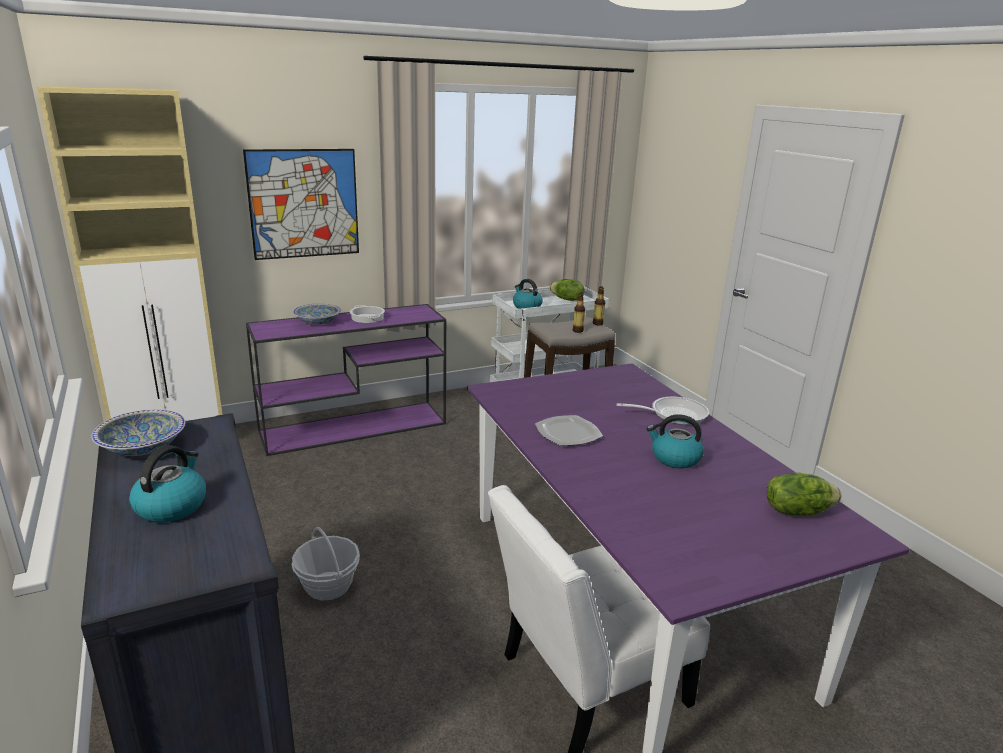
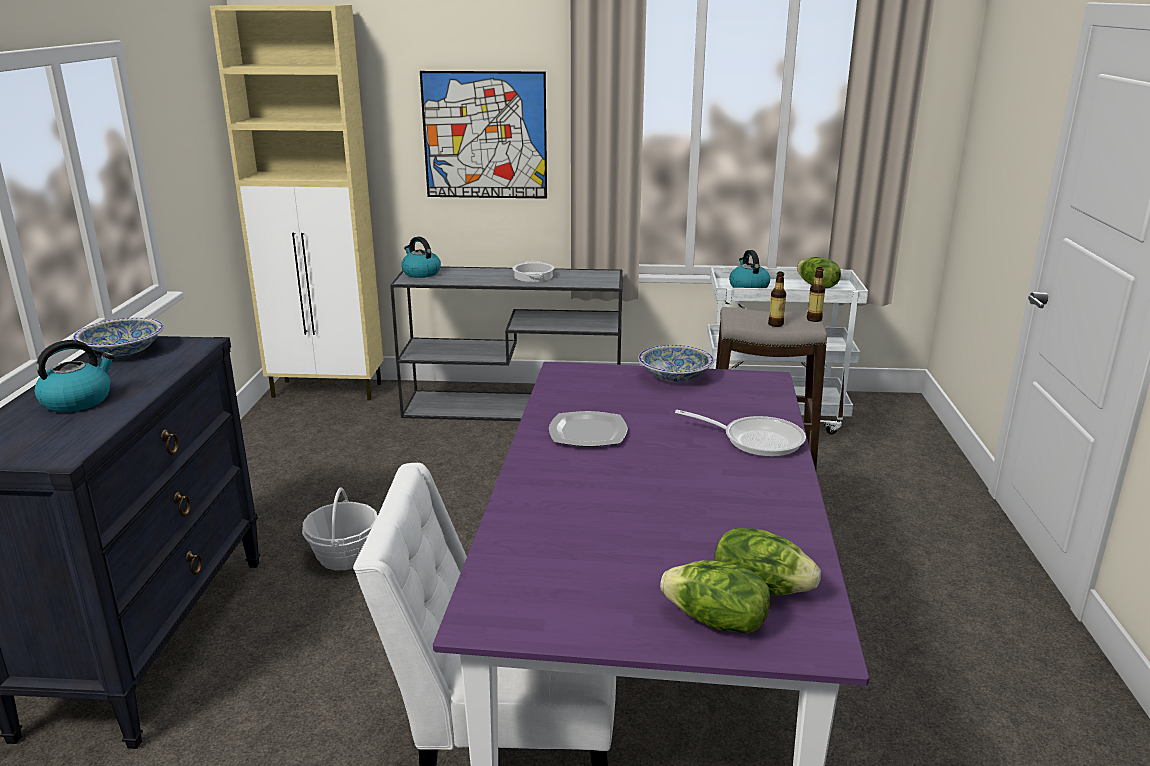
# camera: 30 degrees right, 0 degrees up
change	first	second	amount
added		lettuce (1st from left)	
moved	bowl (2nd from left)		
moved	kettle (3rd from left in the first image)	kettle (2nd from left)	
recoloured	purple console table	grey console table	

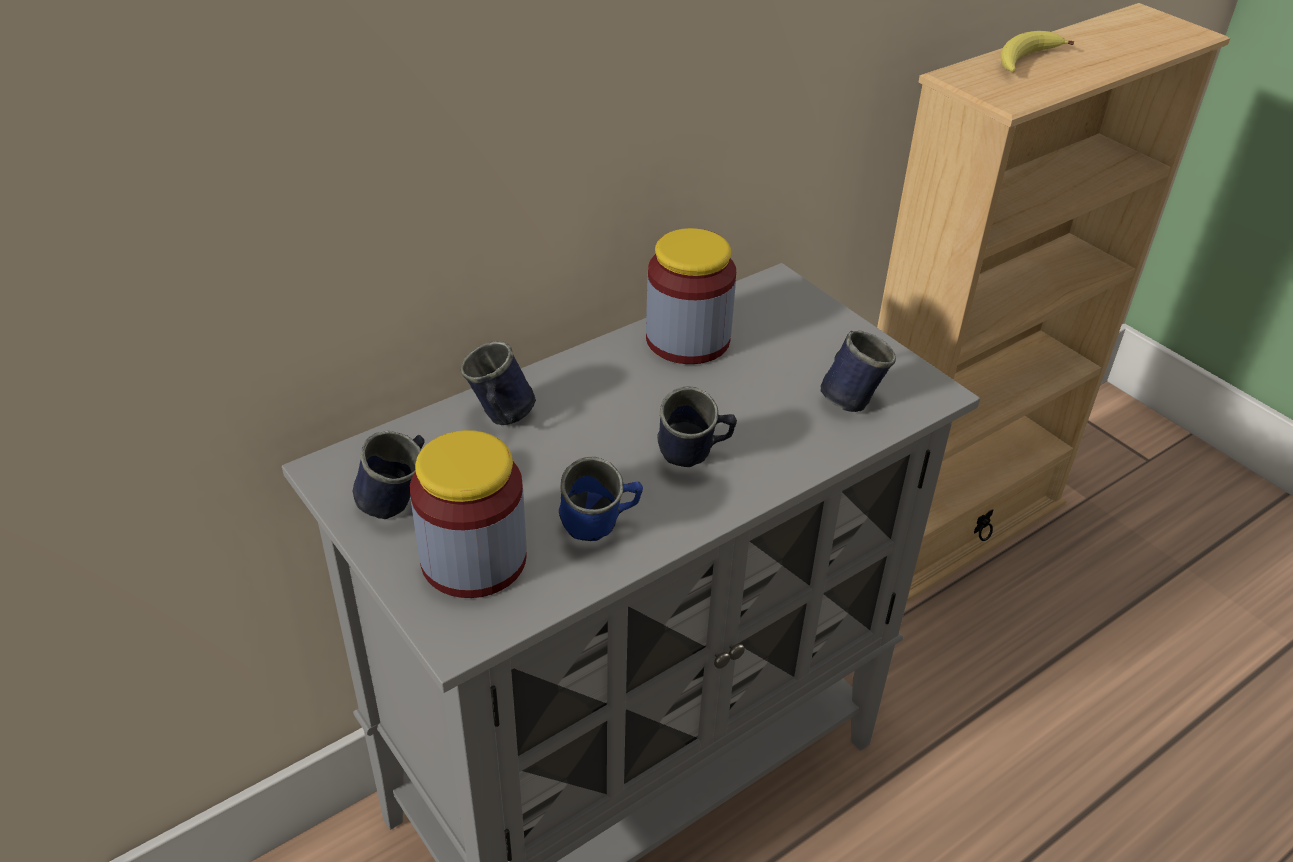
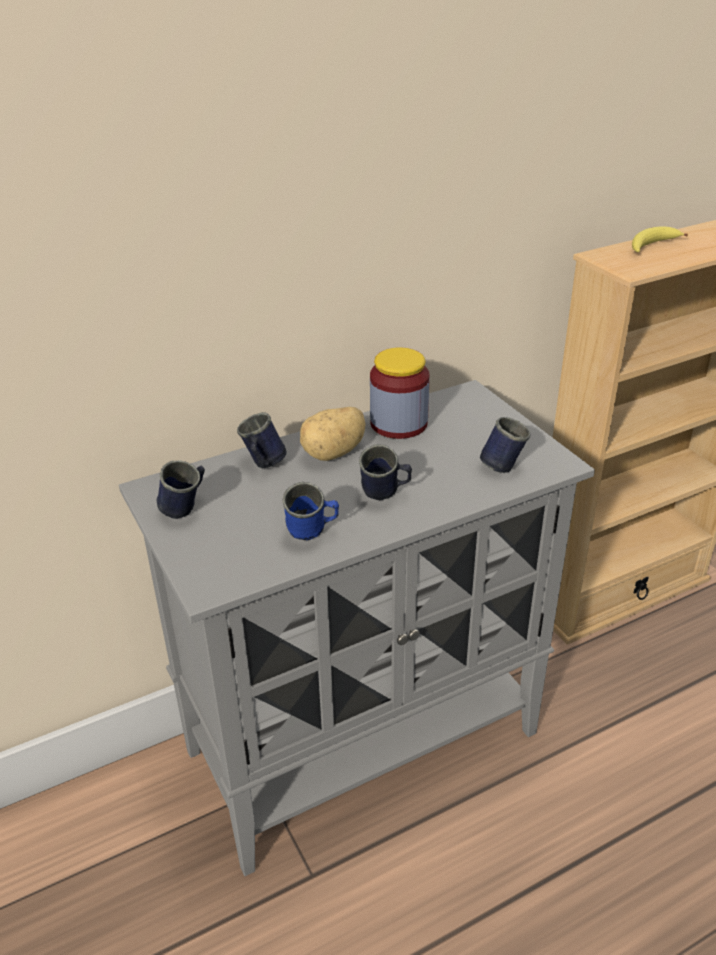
# camera: 10 degrees right, 5 degrees down
change	first	second	amount
removed	jar (1st from left)		
added		potato	

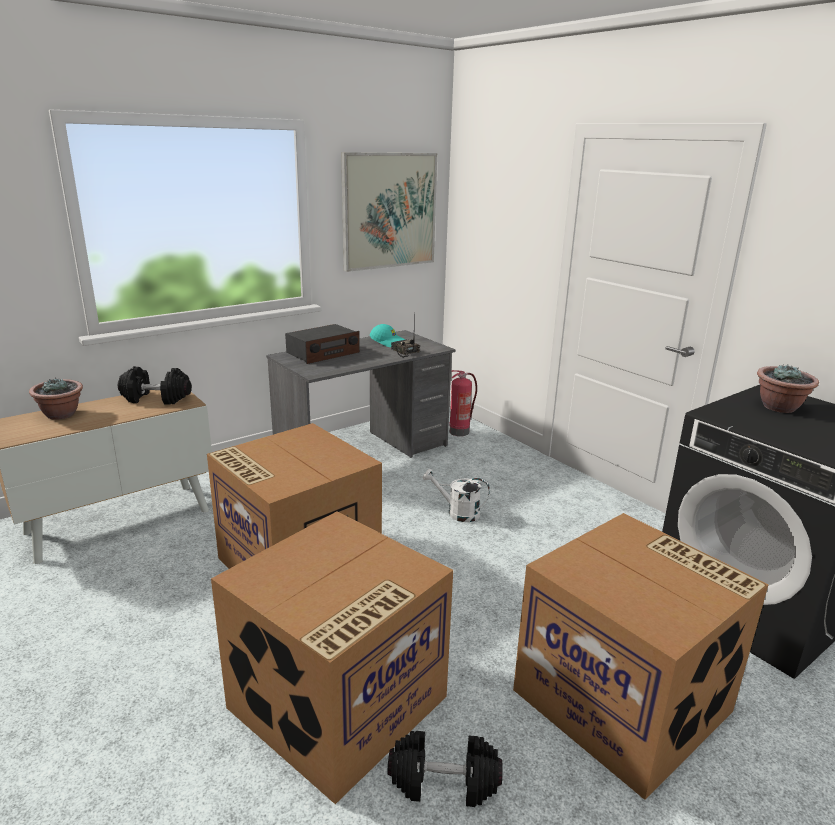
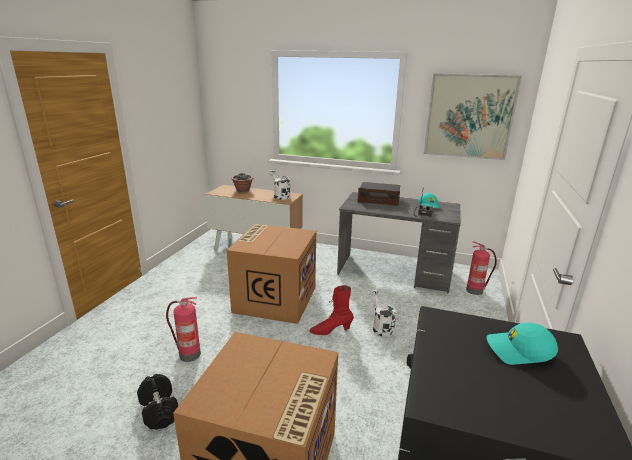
# camera: 55 degrees right, 0 degrees up
change	first	second	amount
added		red boot	
replaced	black dumbbell (1st from left)	white watering can (1st from left)	
replaced	cardboard box (2nd from left)	fire extinguisher (1st from left)	
replaced	potted plant (2nd from left)	turquoise cap (2nd from left)	

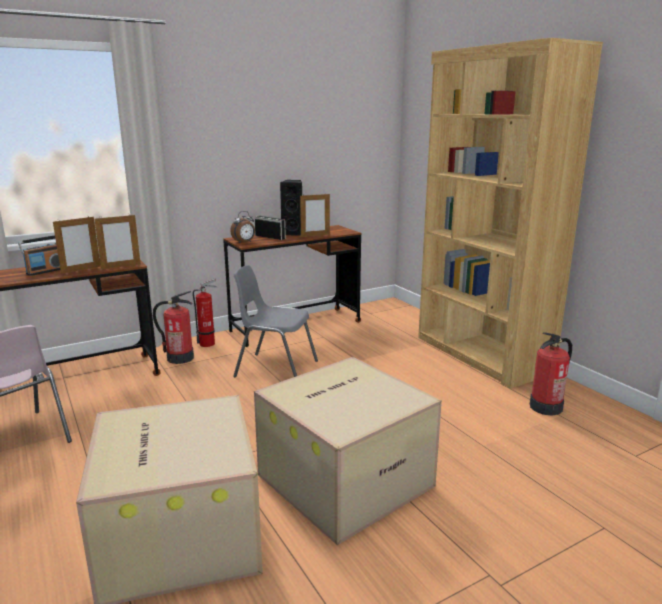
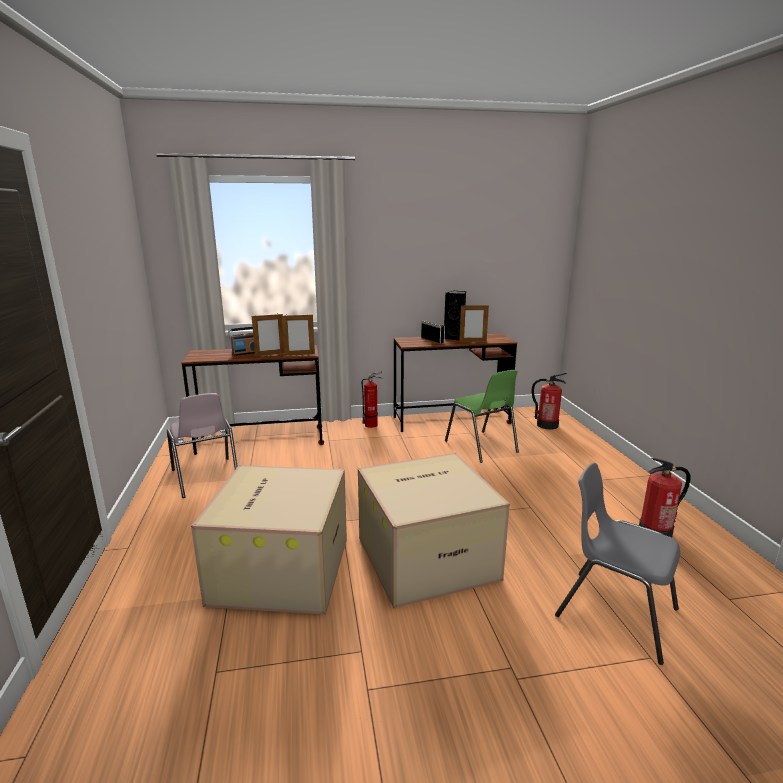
# camera: 20 degrees right, 0 degrees up
change	first	second	amount
removed	alarm clock		
removed	brown bookcase		
added		green chair	
moved	fire extinguisher (1st from left in the first image)	fire extinguisher (2nd from left)	
moved	grey chair		

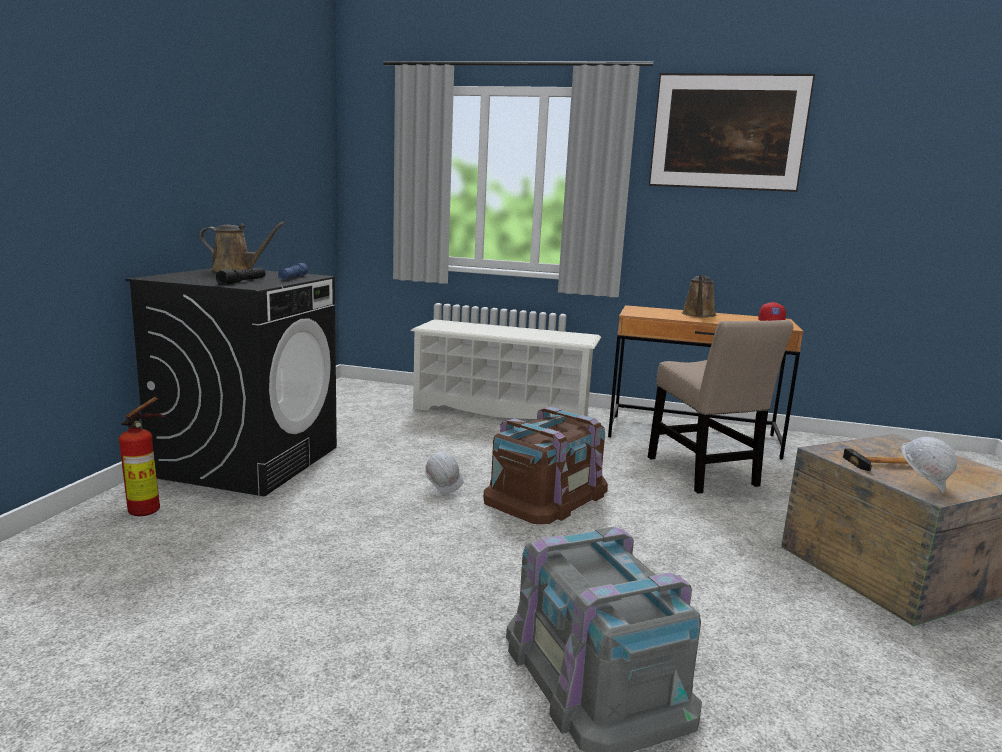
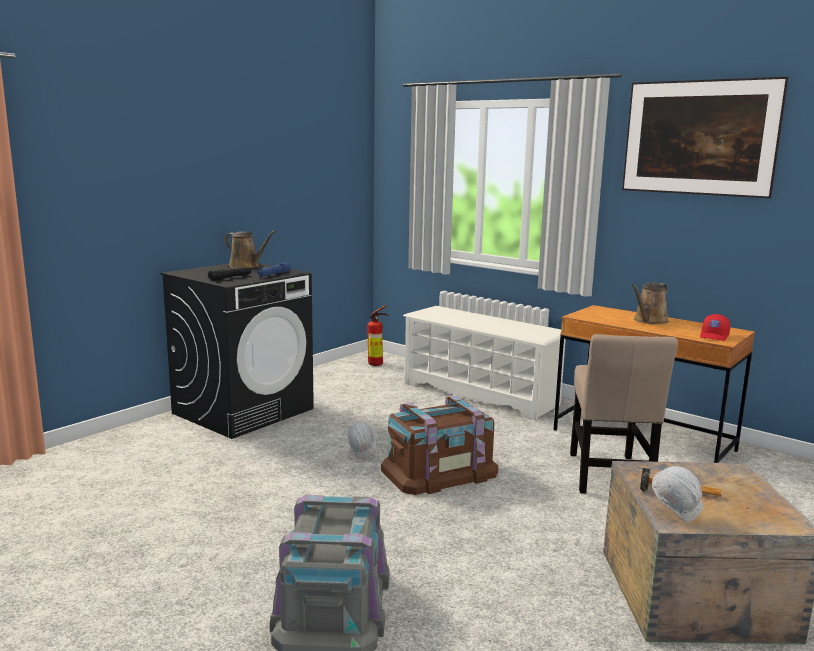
# camera: 25 degrees right, 0 degrees up
change	first	second	amount
moved	fire extinguisher		

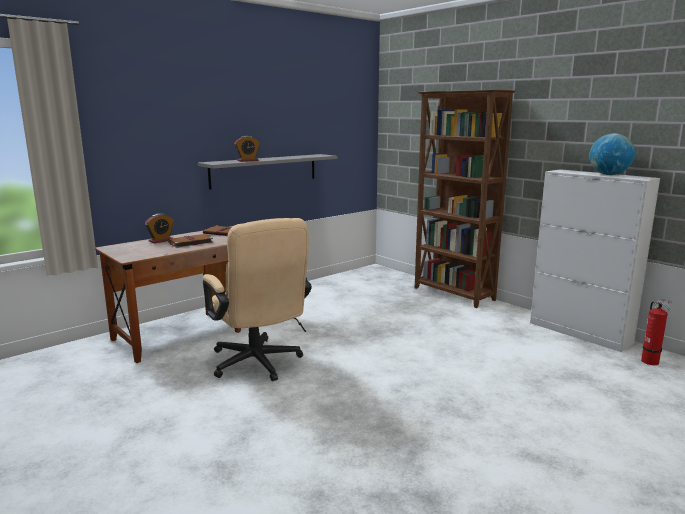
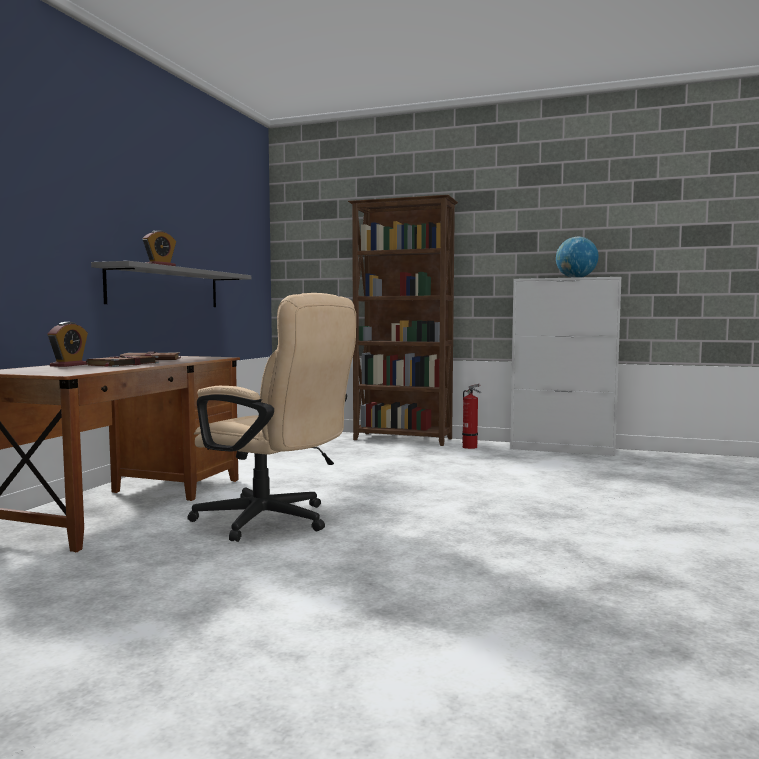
# camera: 30 degrees left, 10 degrees down
change	first	second	amount
moved	fire extinguisher		

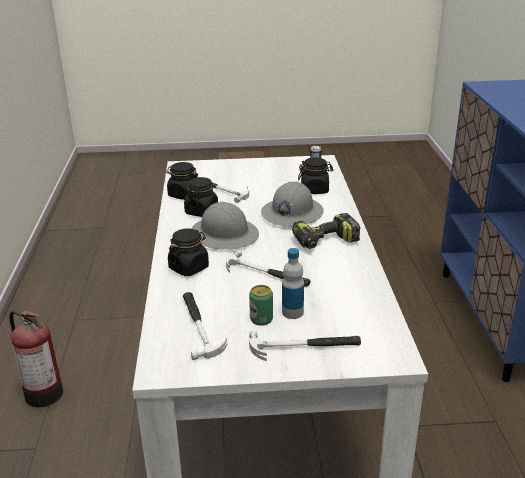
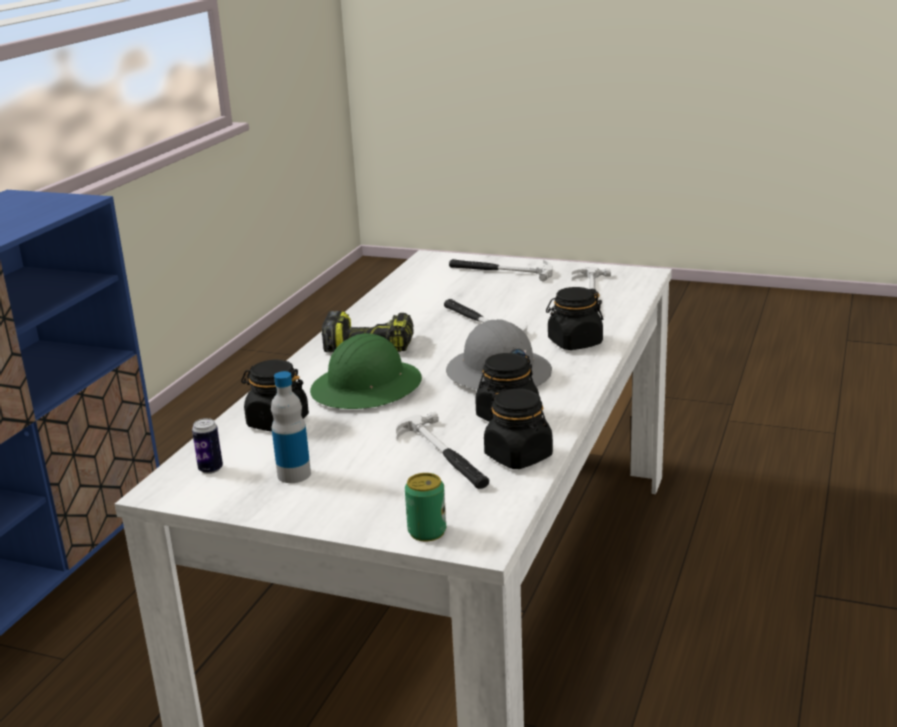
# camera: 155 degrees left, 5 degrees down
change	first	second	amount
removed	fire extinguisher		
moved	can (1st from left in the first image)	can (2nd from left)	
moved	bottle		
recoloured	grey hard hat (2nd from left)	green hard hat	

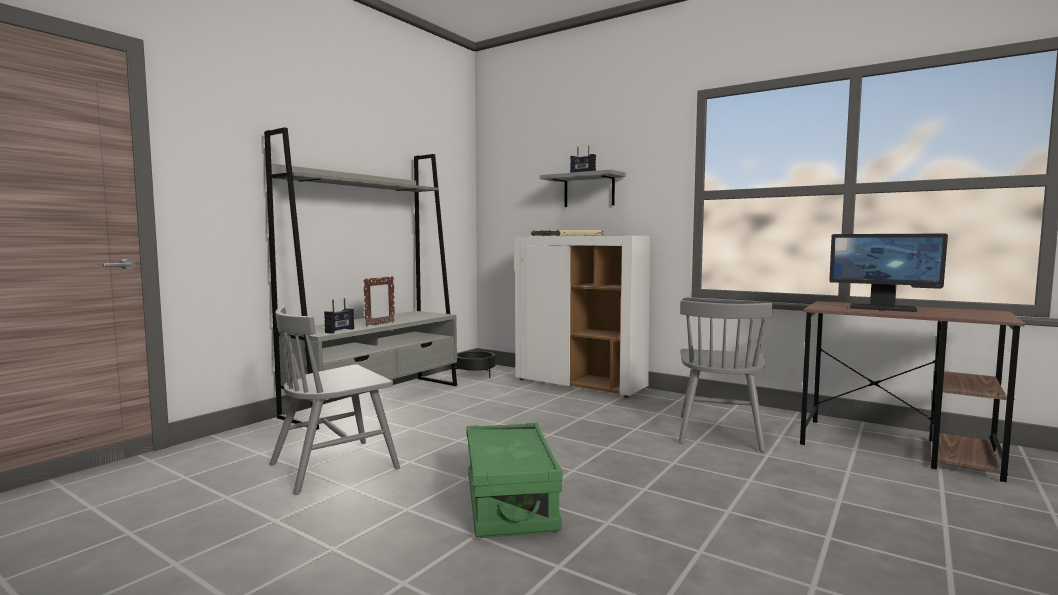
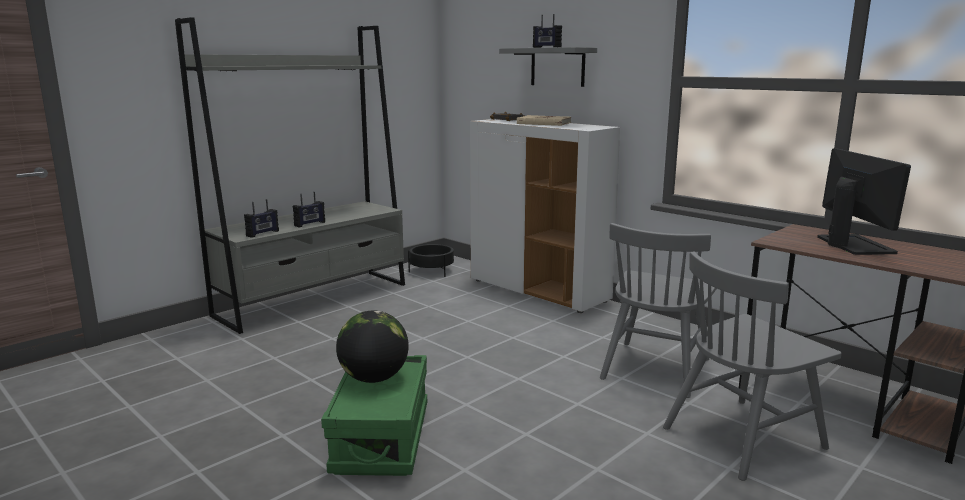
# camera: 10 degrees right, 10 degrees up
change	first	second	amount
added		globe	
moved	grey chair (1st from left in the first image)	grey chair (2nd from left)	
replaced	picture frame	radio (2nd from left)	
turned	monitor		135 degrees counterclockwise

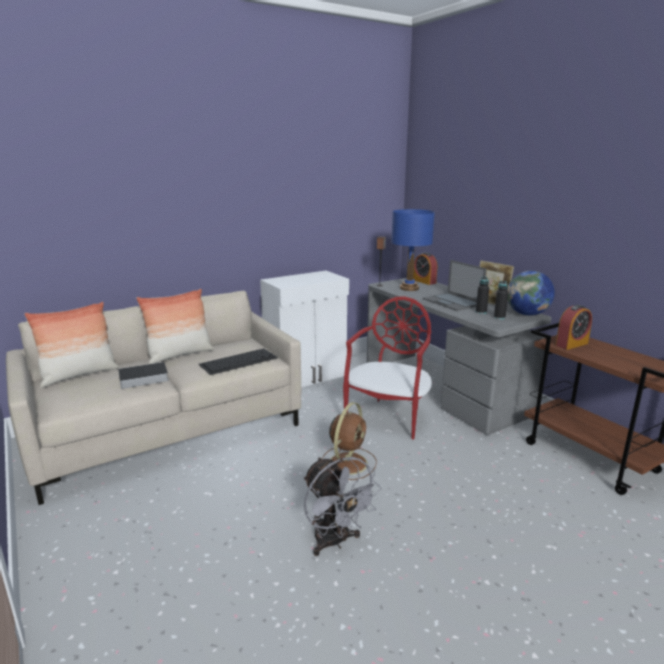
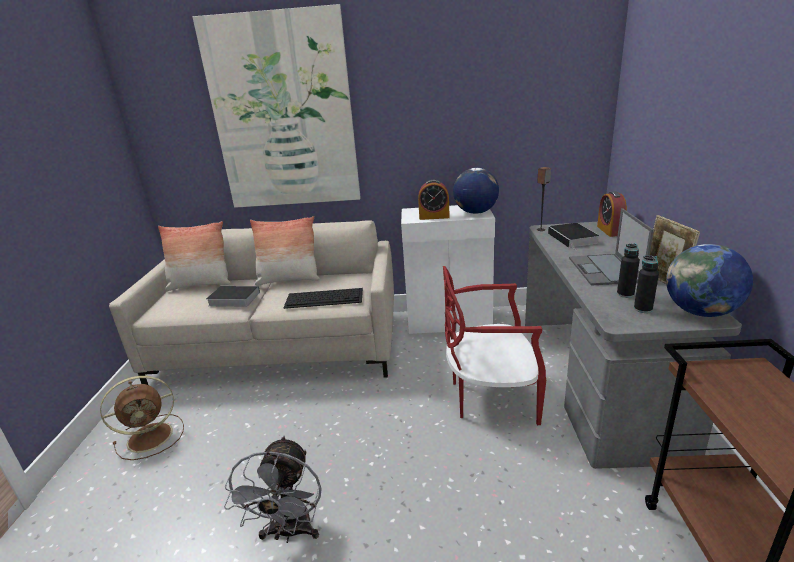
# camera: 35 degrees right, 5 degrees up
change	first	second	amount
added		picture	
added		globe (1st from left)	
moved	brown fan		
moved	alarm clock (2nd from left in the first image)	alarm clock (1st from left)	
replaced	blue table lamp	book (2nd from left)	
turned	red chair		150 degrees counterclockwise

